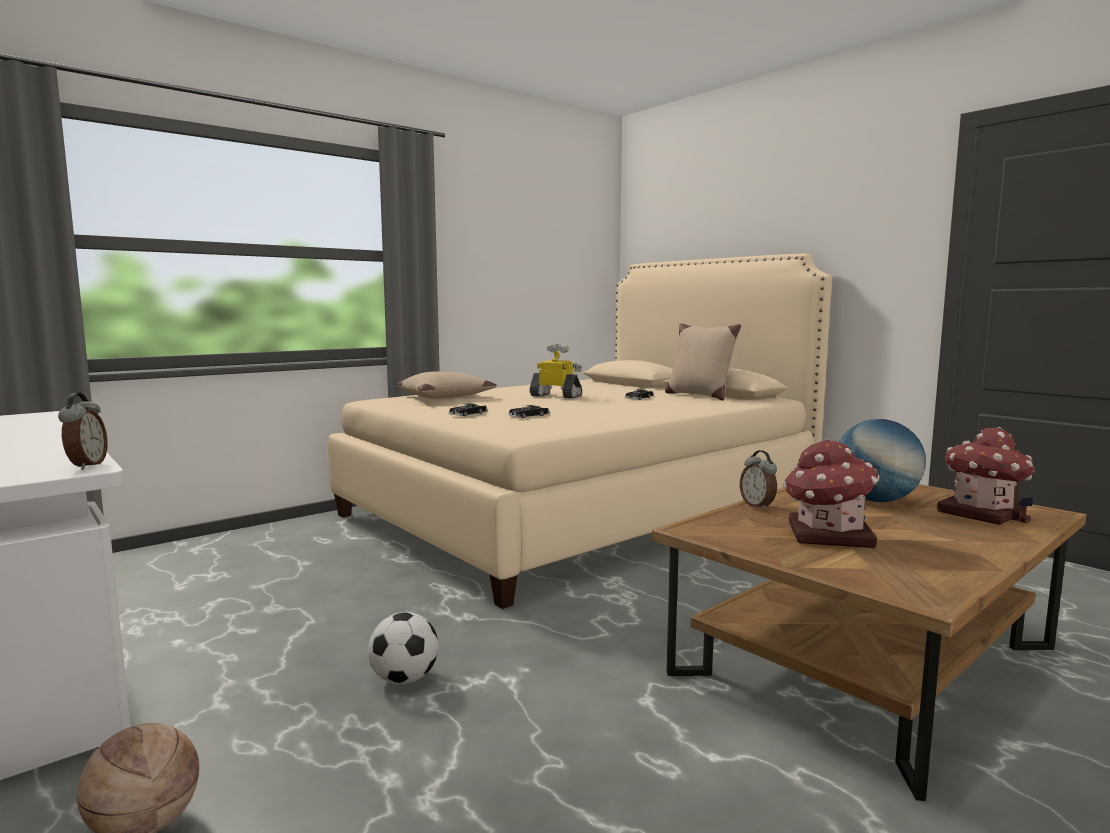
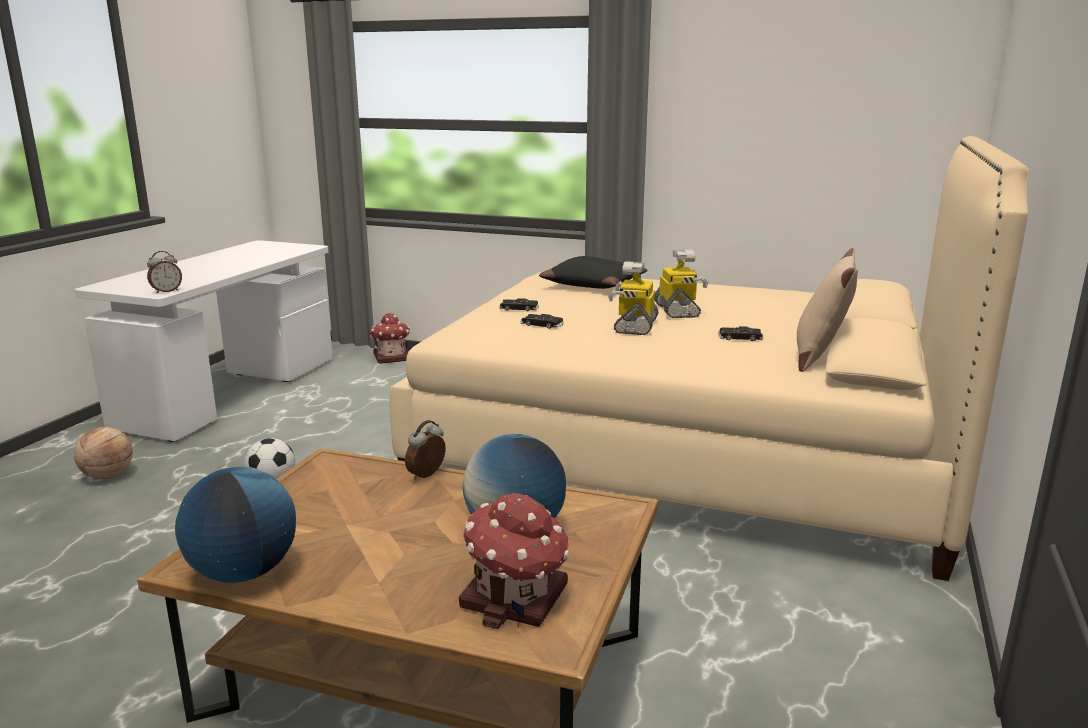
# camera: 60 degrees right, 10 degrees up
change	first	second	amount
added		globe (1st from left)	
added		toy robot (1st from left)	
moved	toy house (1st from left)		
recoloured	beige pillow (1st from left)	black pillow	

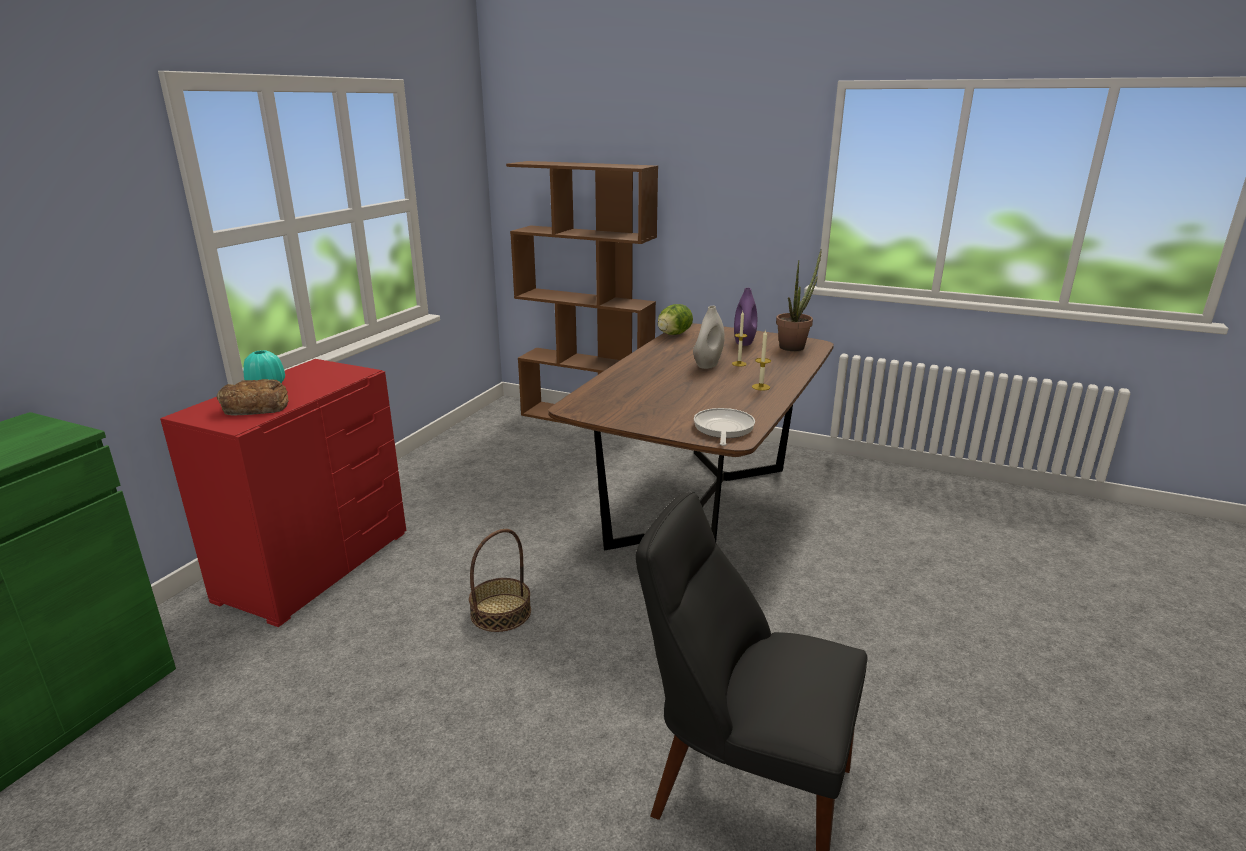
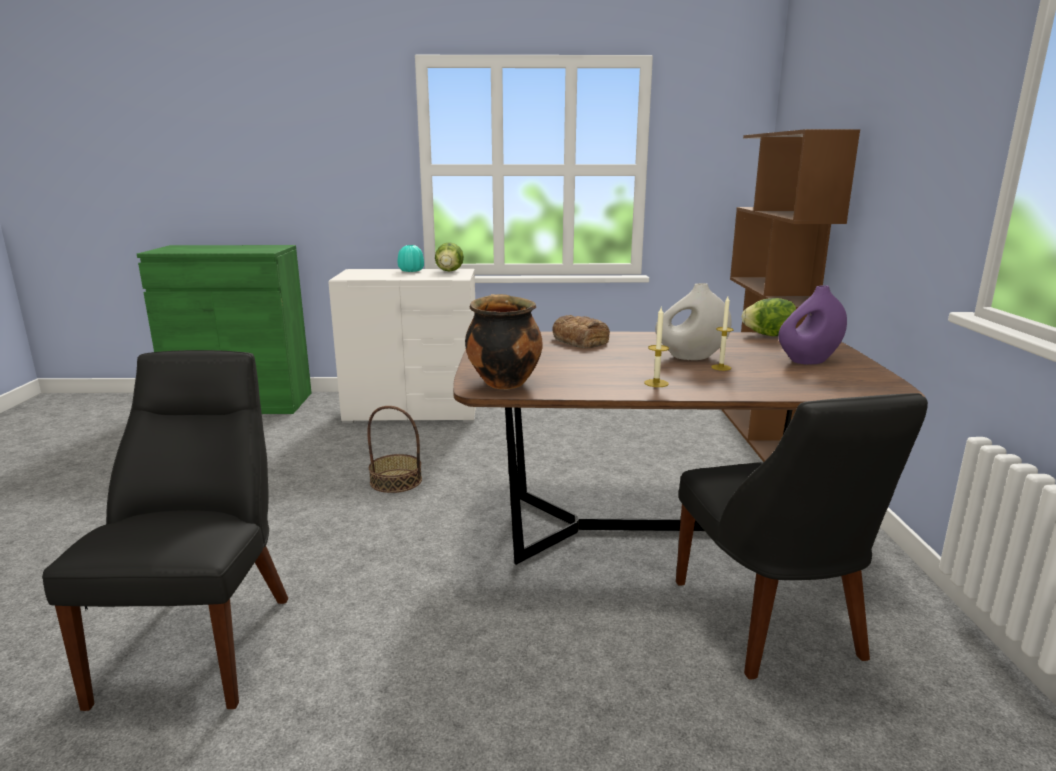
# camera: 65 degrees right, 5 degrees down
change	first	second	amount
removed	potted plant		
added		lettuce (1st from left)	
added		black chair (2nd from left)	
moved	bread		
replaced	frying pan	cooking pot	
recoloured	red dresser	white dresser	

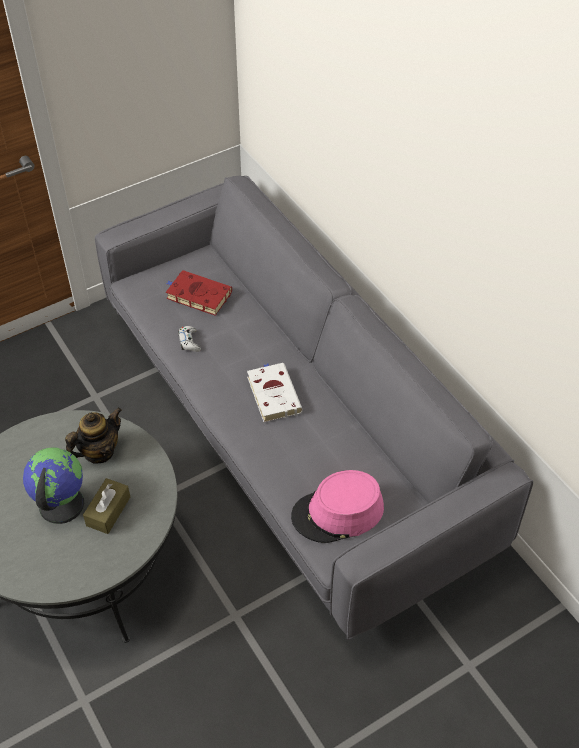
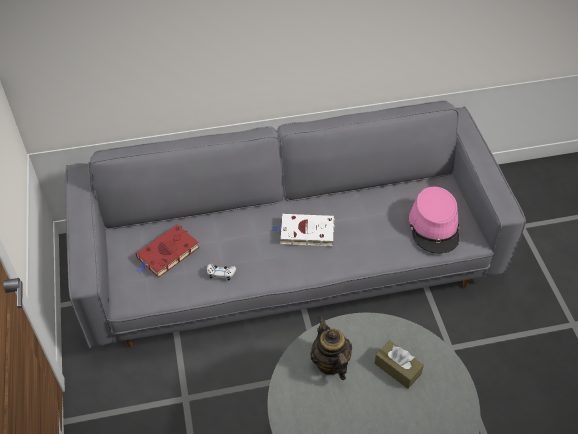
# camera: 70 degrees left, 0 degrees up
change	first	second	amount
removed	globe		

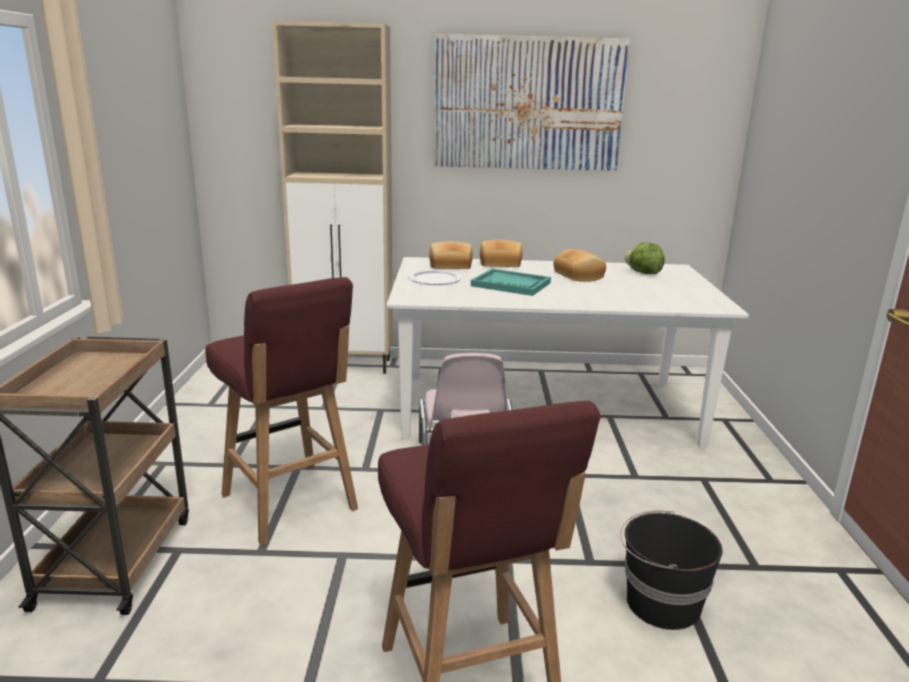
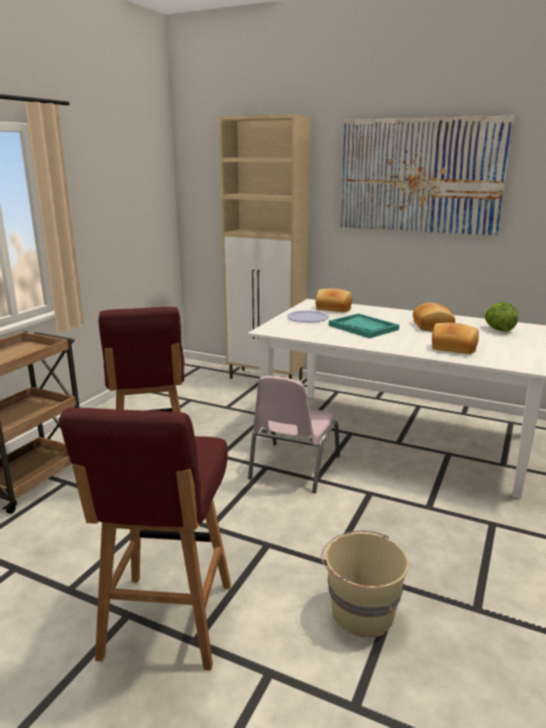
# camera: 25 degrees right, 0 degrees up
change	first	second	amount
moved	bread (2nd from left in the first image)	bread (3rd from left)	
recoloured	black bucket	beige bucket	

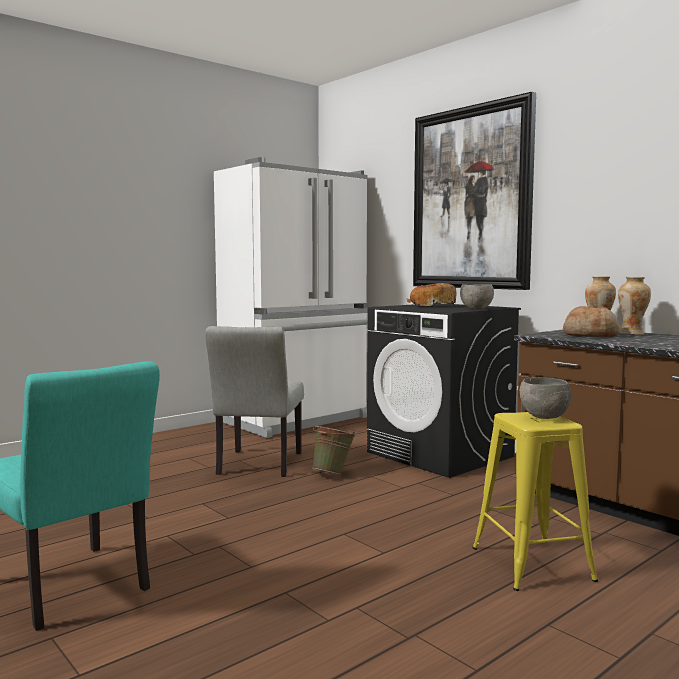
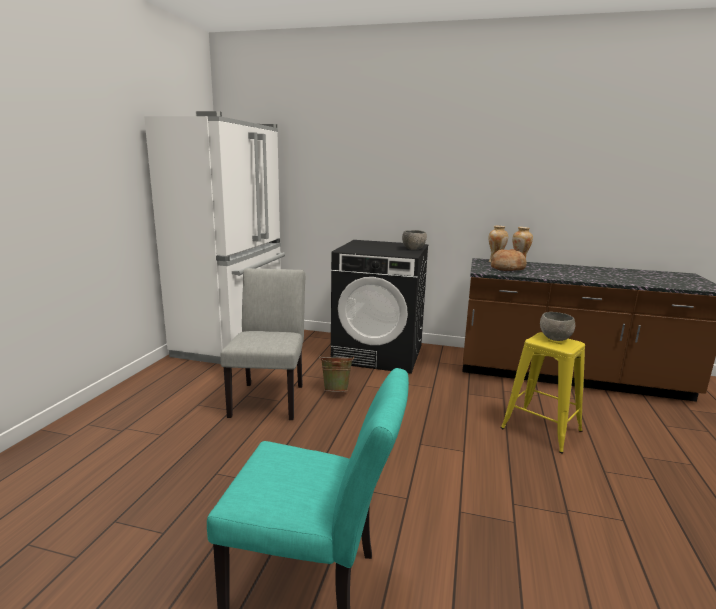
# camera: 35 degrees left, 10 degrees up
change	first	second	amount
removed	bread (1st from left)		
removed	picture		
turned	grey chair		150 degrees counterclockwise

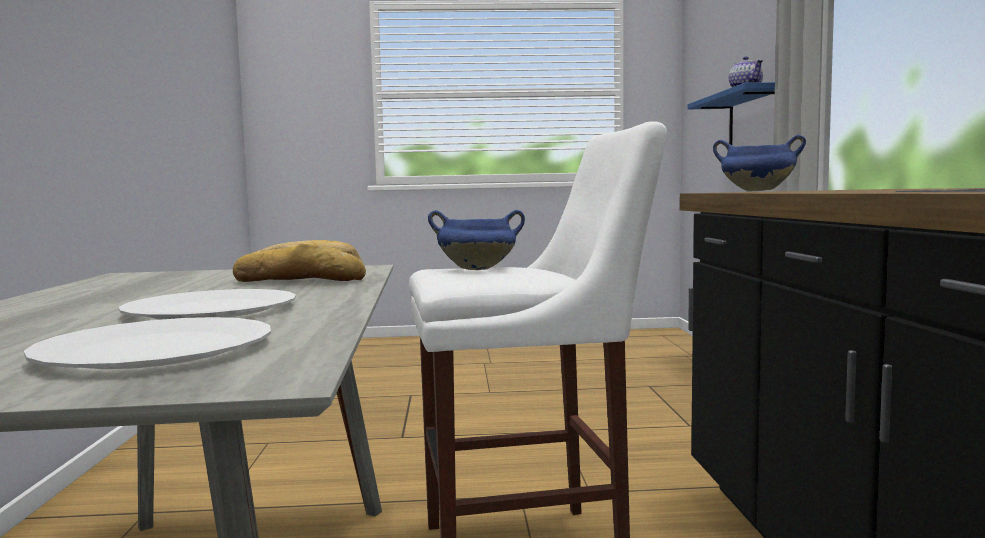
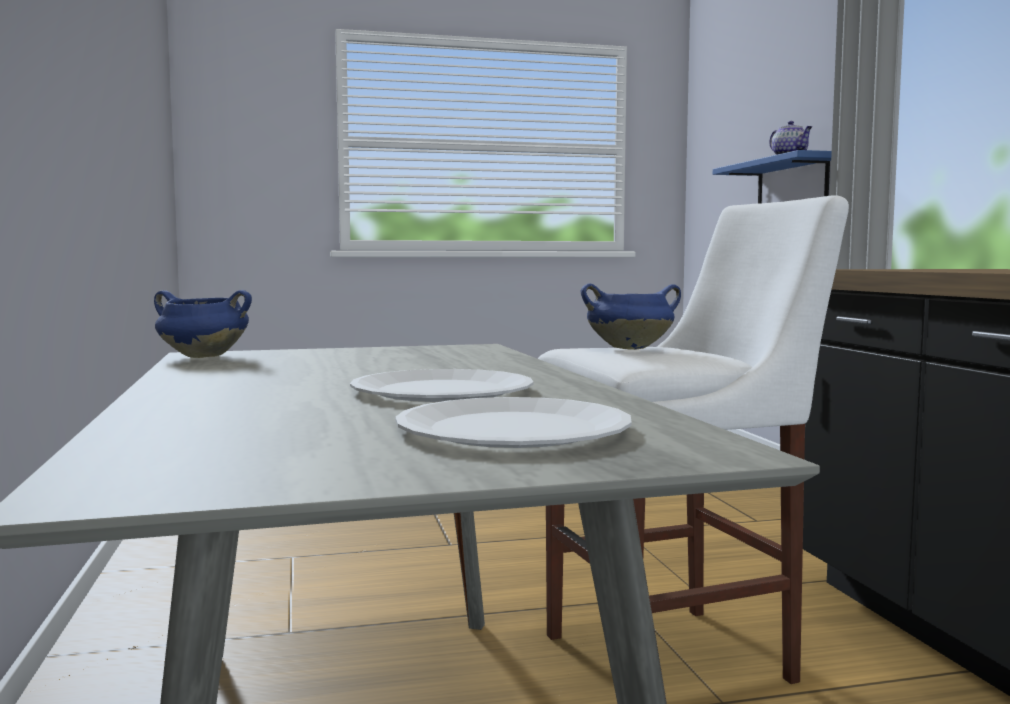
# camera: 10 degrees left, 0 degrees up
change	first	second	amount
removed	bread		
moved	blue cooking pot (2nd from left in the first image)	blue cooking pot (1st from left)	

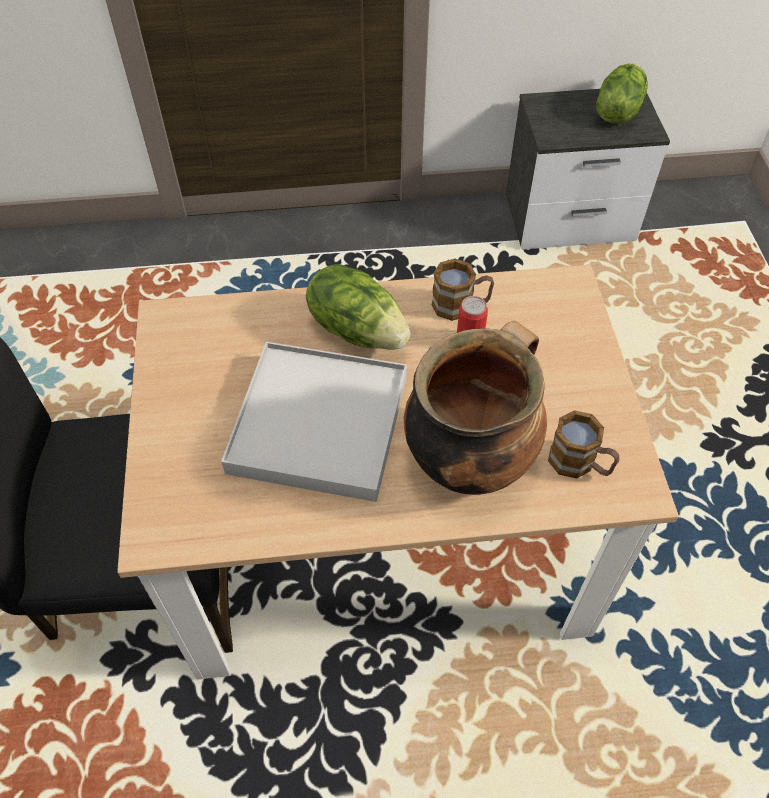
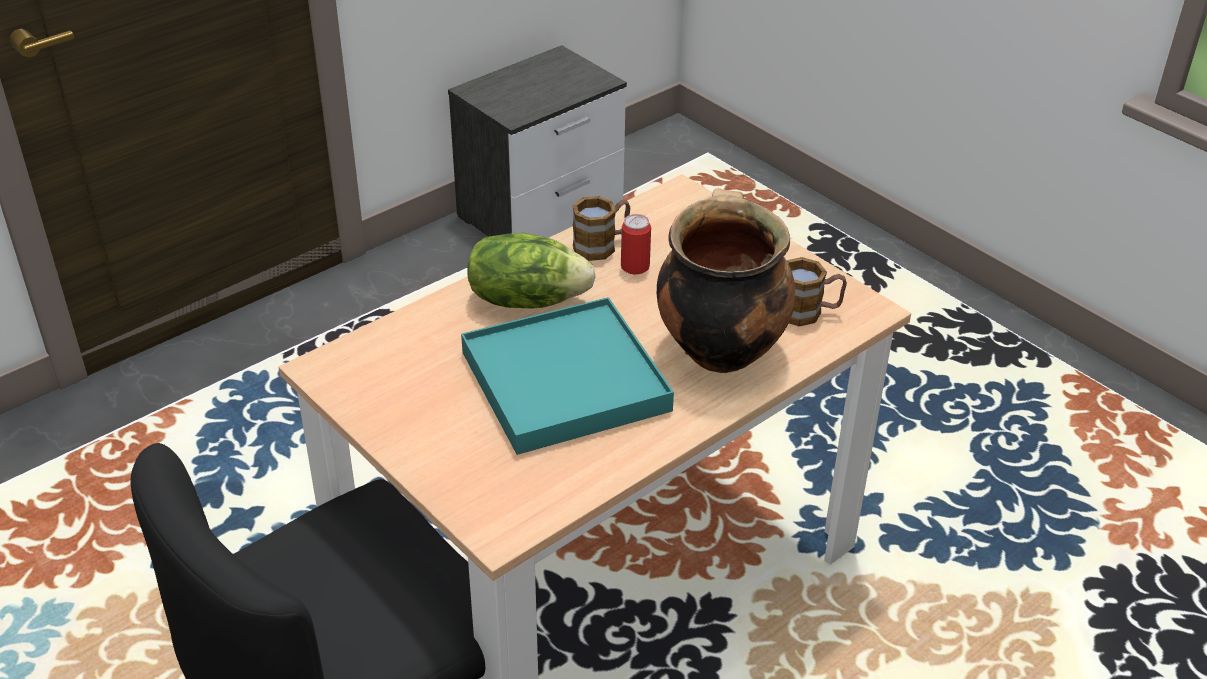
# camera: 35 degrees left, 15 degrees down
change	first	second	amount
removed	lettuce (2nd from left)		
recoloured	white tray	turquoise tray	

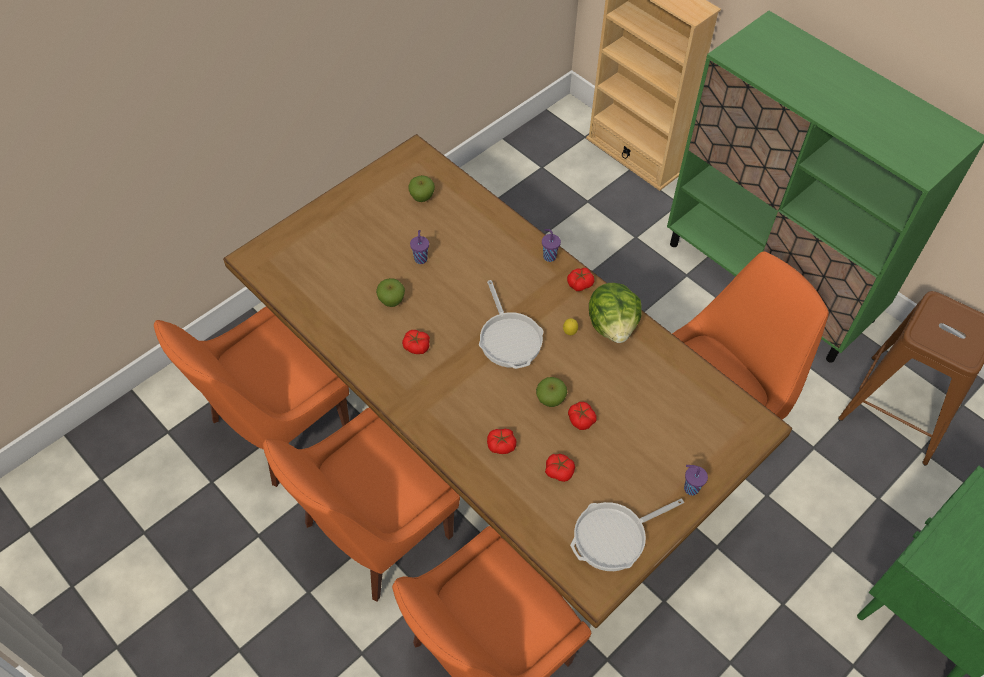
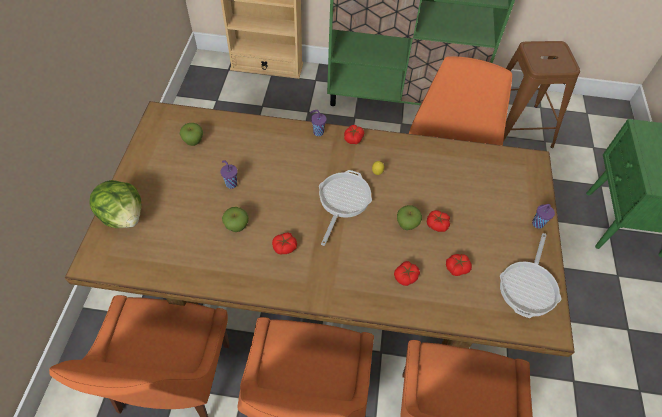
# camera: 40 degrees left, 0 degrees up
change	first	second	amount
moved	lettuce		
turned	frying pan (1st from left)		105 degrees counterclockwise

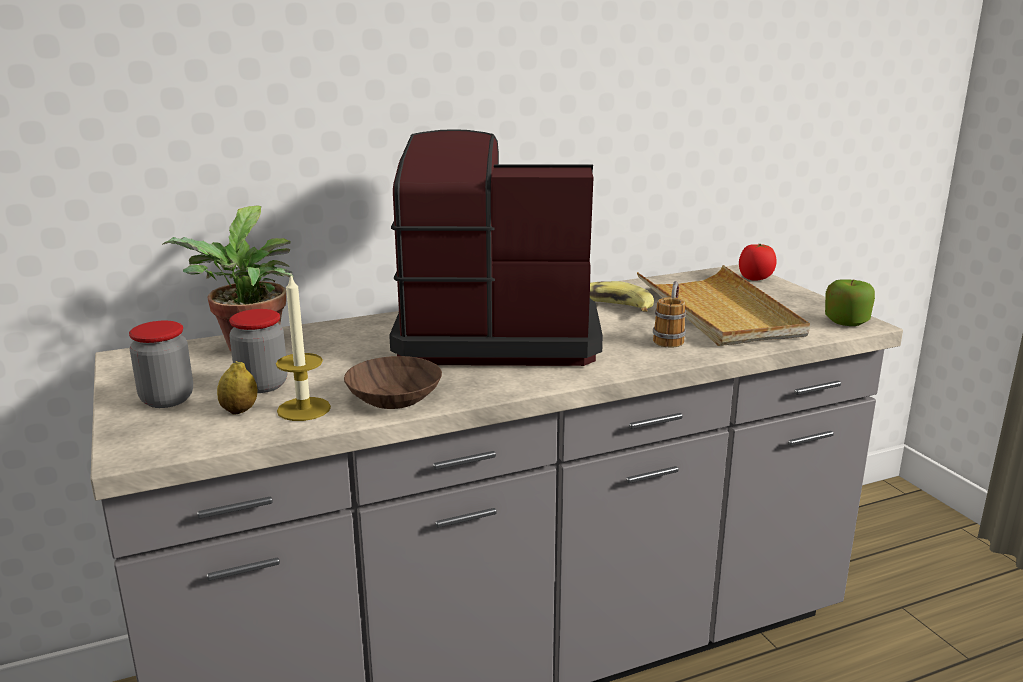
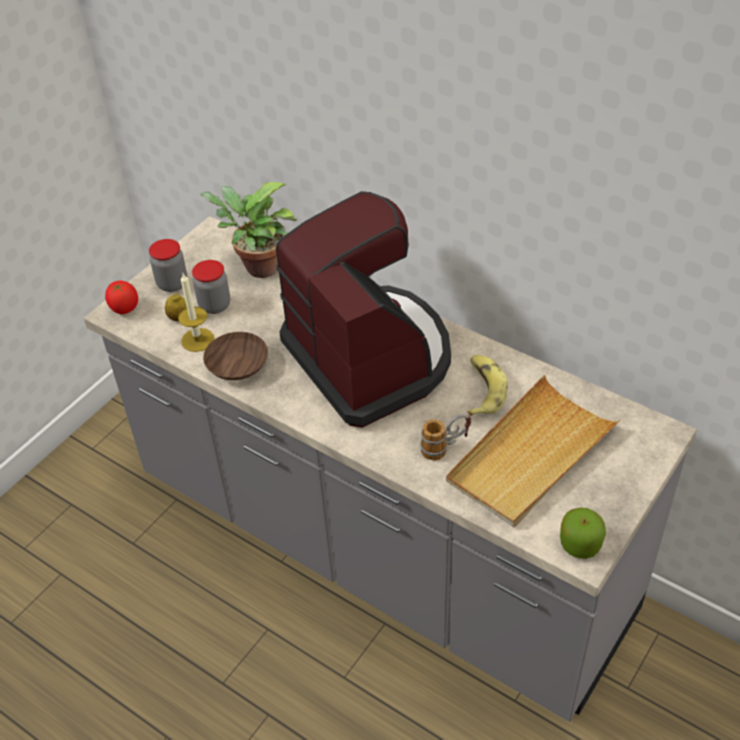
# camera: 60 degrees right, 25 degrees up
change	first	second	amount
moved	tomato		

